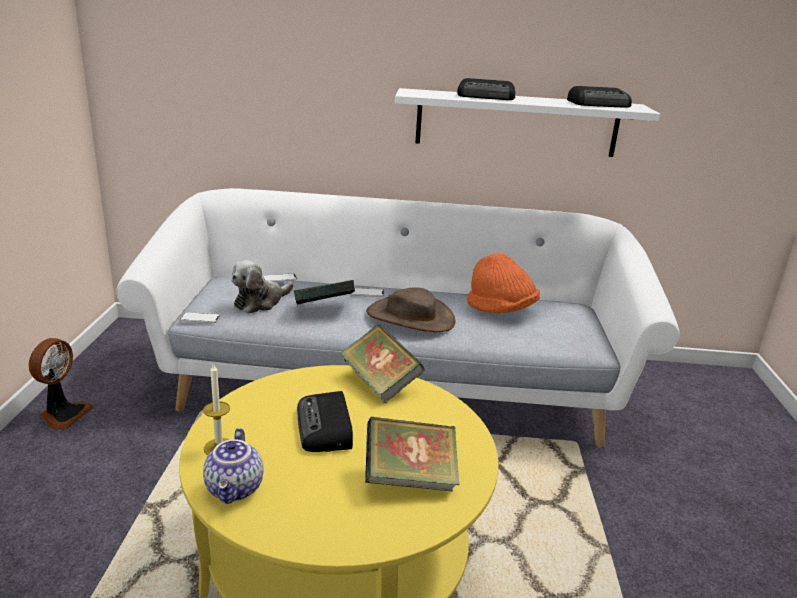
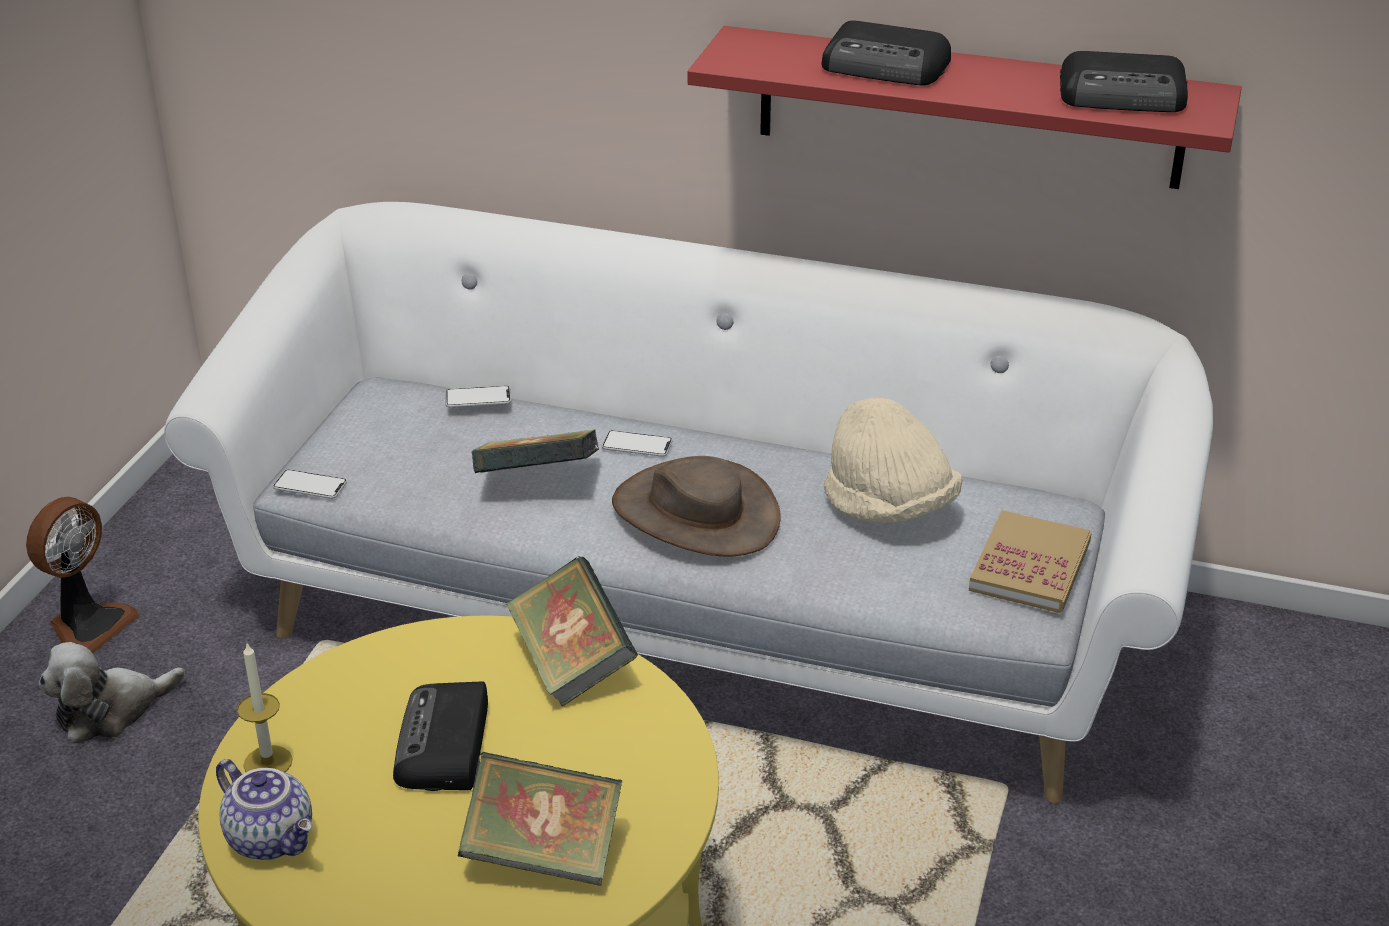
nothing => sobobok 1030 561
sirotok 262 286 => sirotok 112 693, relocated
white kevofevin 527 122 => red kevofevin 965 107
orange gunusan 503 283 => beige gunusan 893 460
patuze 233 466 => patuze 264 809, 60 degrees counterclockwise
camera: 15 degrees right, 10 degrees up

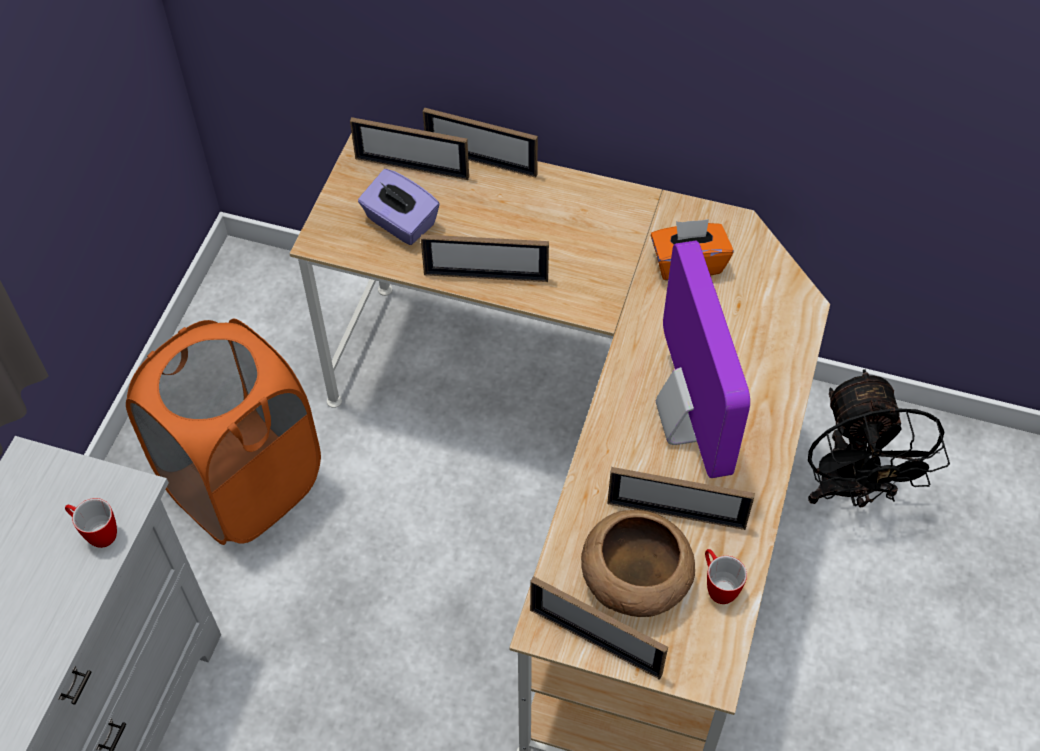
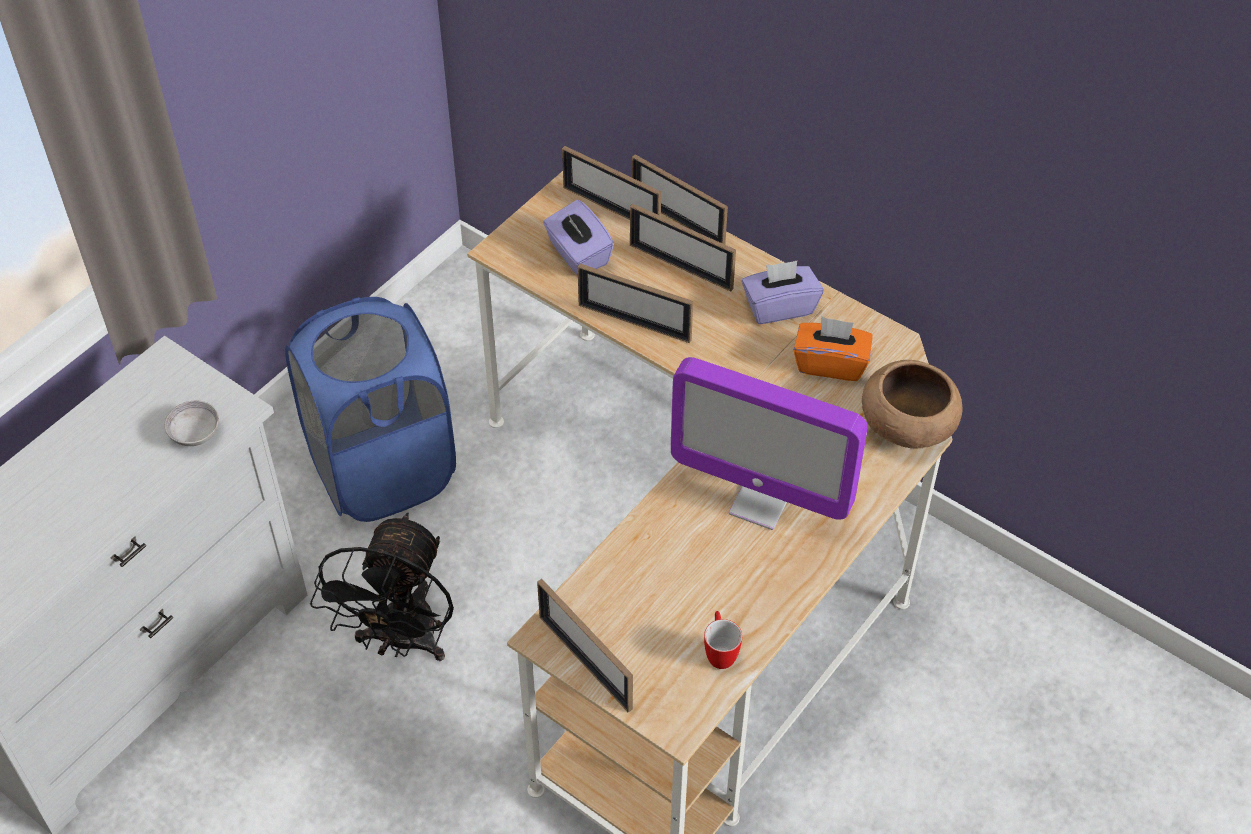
nothing => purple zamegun 782 292
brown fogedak 638 563 => brown fogedak 912 404, relocated
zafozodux 681 498 => zafozodux 683 247, relocated
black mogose 879 438 => black mogose 382 587, relocated
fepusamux 91 523 => grey fogedak 191 423
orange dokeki 223 432 => blue dokeki 370 409
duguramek 703 359 => duguramek 769 443, 105 degrees clockwise
camera: 20 degrees right, 5 degrees down

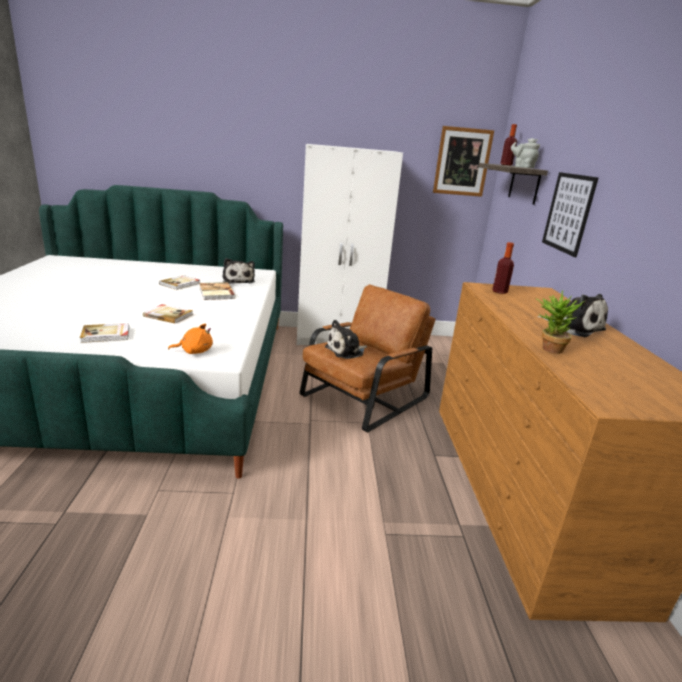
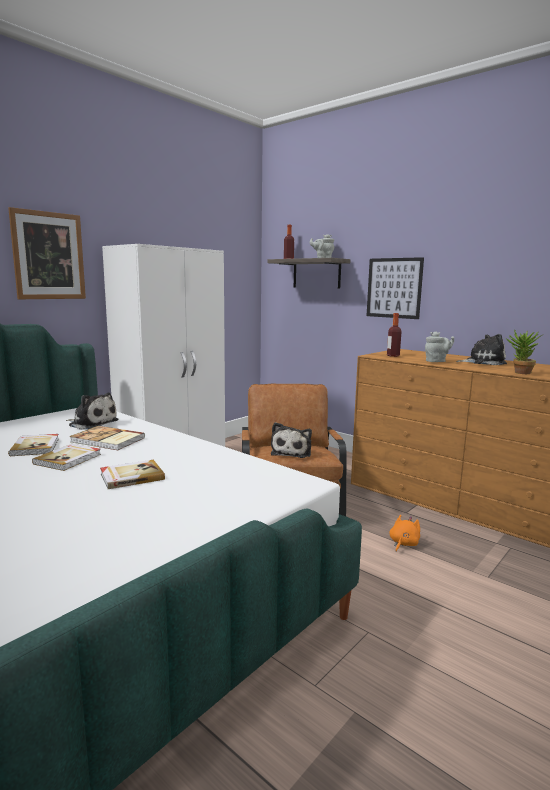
nothing => grey patuze 439 347
sobobok 104 333 => sobobok 66 457, relocated
orange sirotok 190 338 => orange sirotok 404 533, relocated
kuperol 463 161 => kuperol 47 253, relocated
camera: 45 degrees left, 10 degrees down

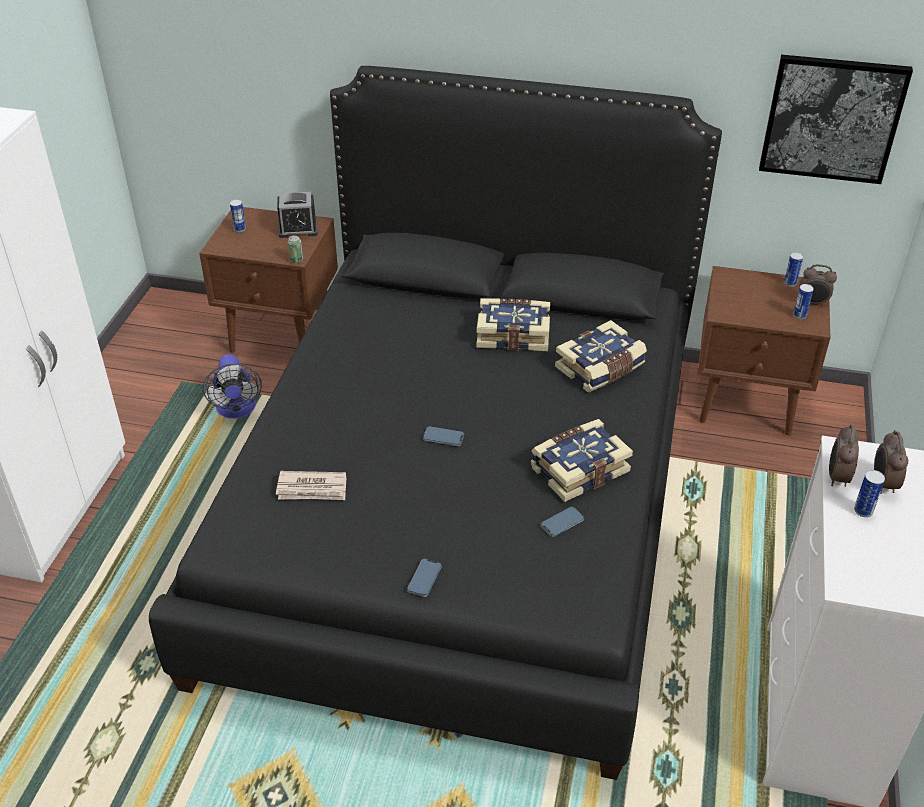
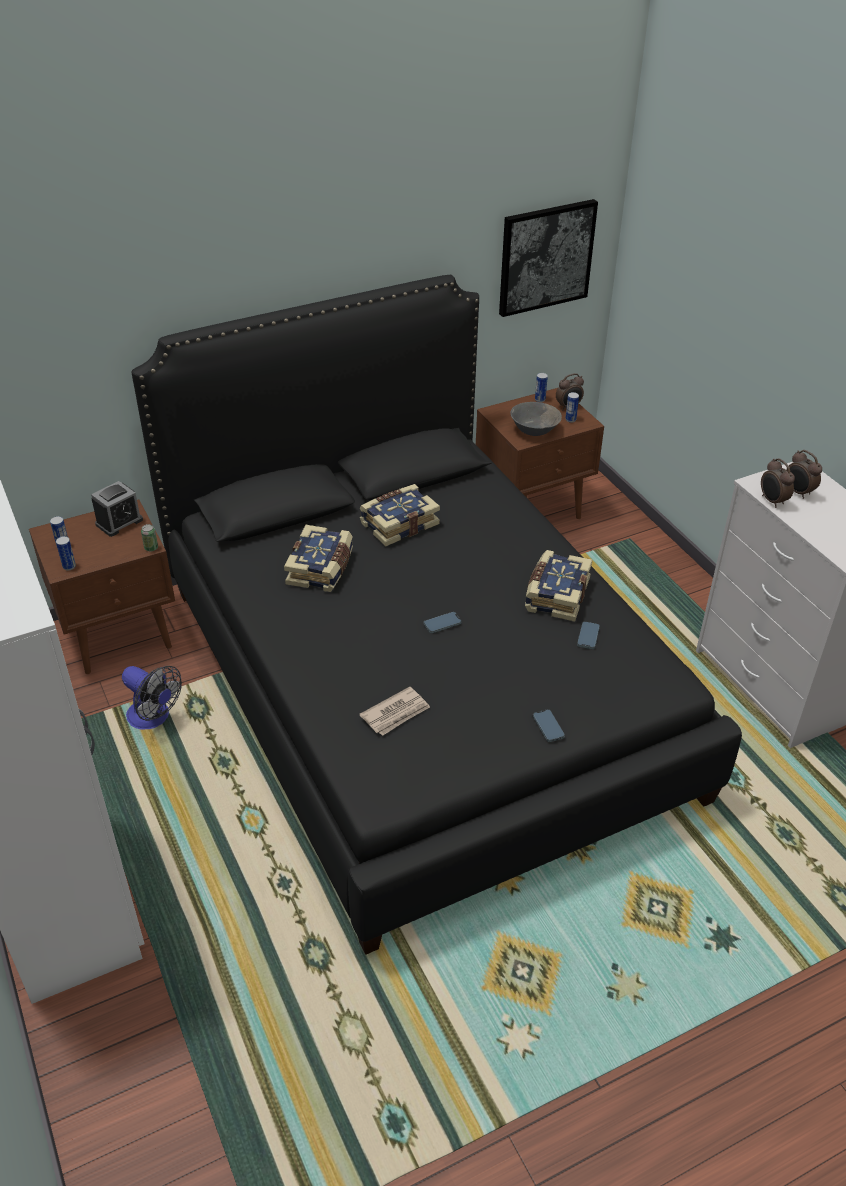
nothing => grey fogedak 536 419
sobobok 601 356 => sobobok 318 558, relocated
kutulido 869 493 => kutulido 66 553, relocated
camera: 40 degrees left, 0 degrees up

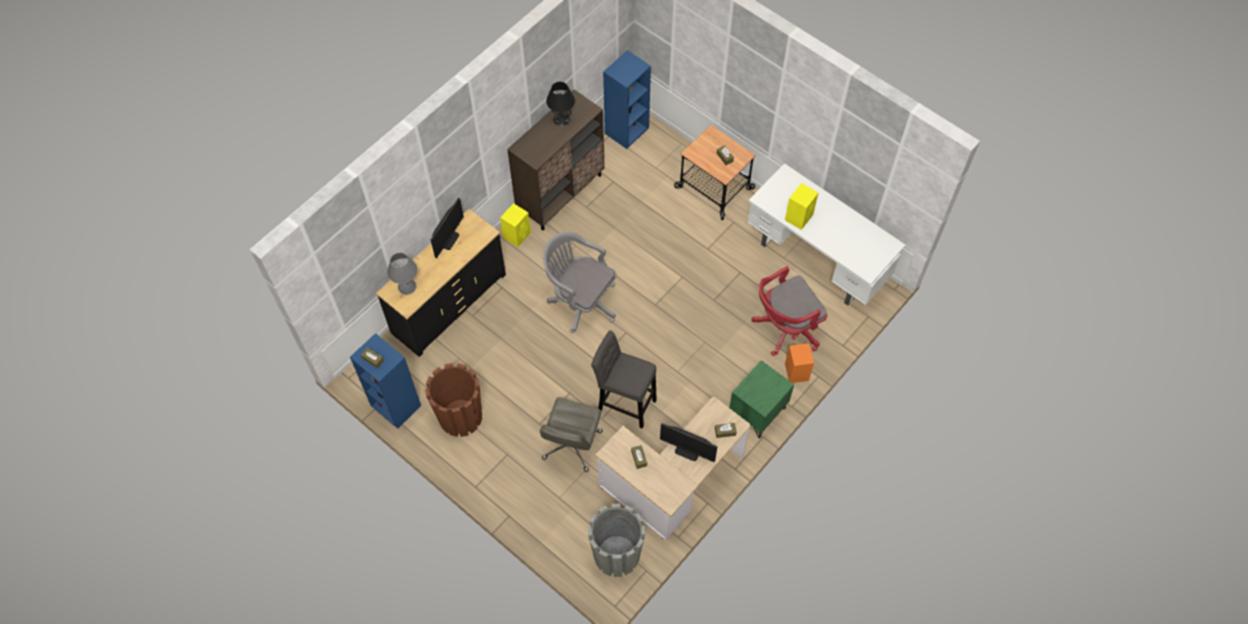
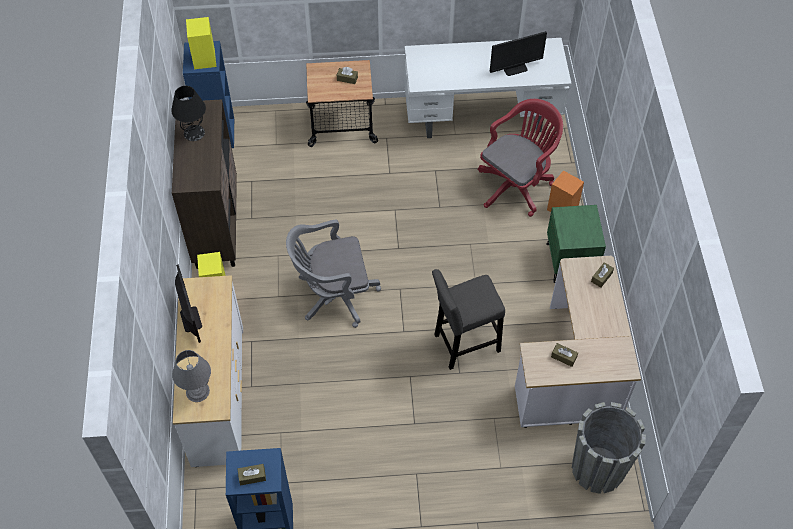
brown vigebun 453 400 => nothing
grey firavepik 571 434 => nothing
duguramek 688 442 => duguramek 518 53, relocated
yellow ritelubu 802 206 => yellow ritelubu 201 43, relocated
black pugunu 441 283 => white pugunu 208 371
red firavepik 789 311 => red firavepik 520 158, 150 degrees counterclockwise
camera: 45 degrees left, 5 degrees down

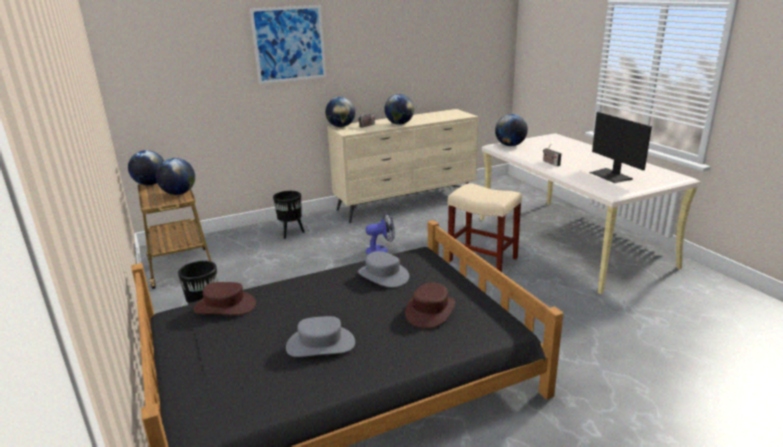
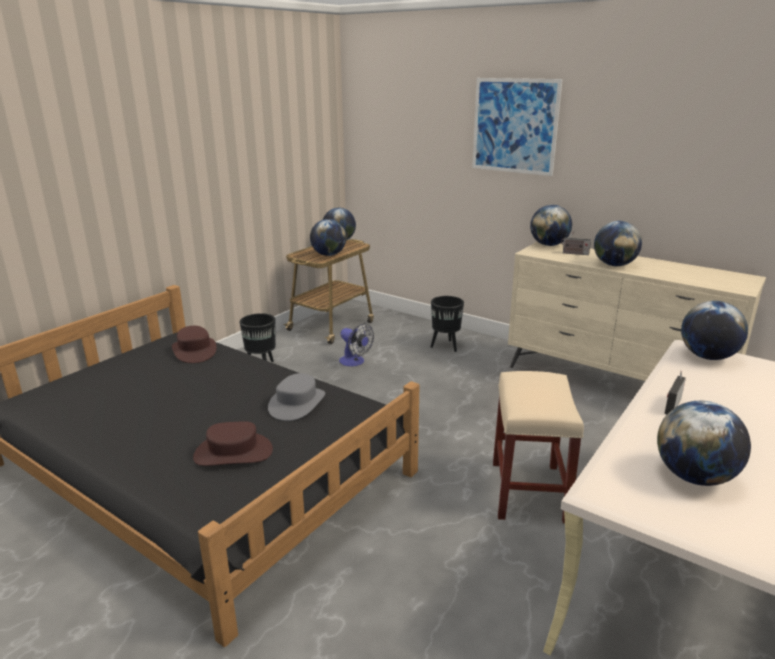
grey gunusan 320 336 => nothing
mogose 380 233 => mogose 356 344, relocated
duguramek 620 147 => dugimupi 704 443
camera: 60 degrees right, 0 degrees up

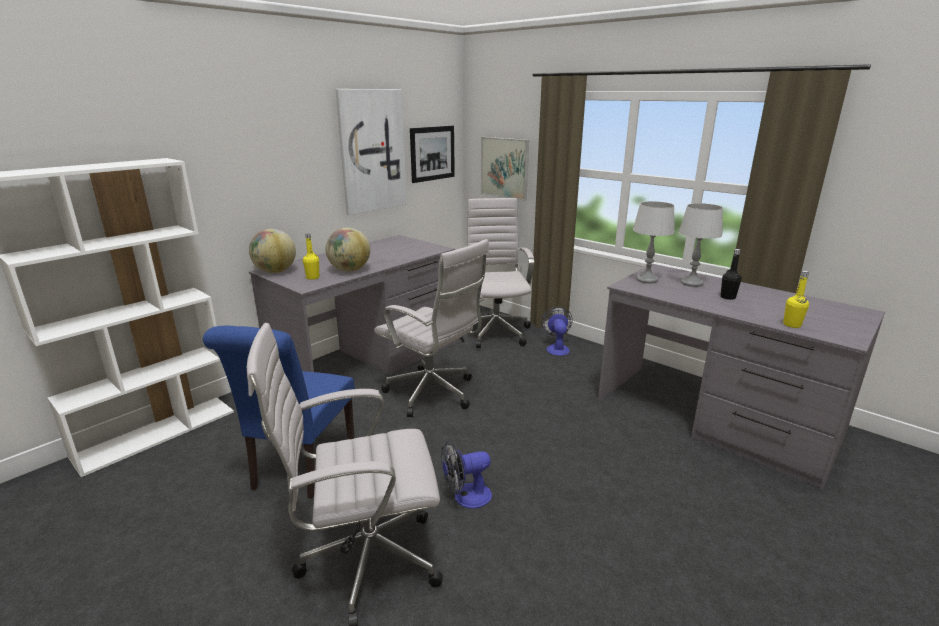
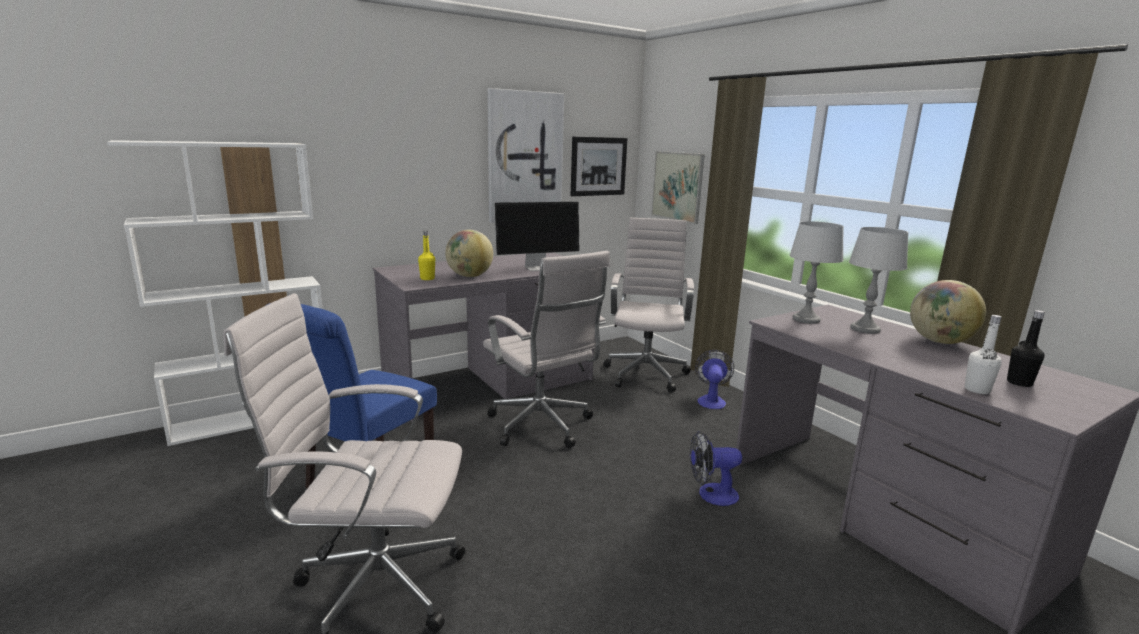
nothing => duguramek 536 236
dugimupi 272 251 => dugimupi 948 312, relocated
mogose 466 475 => mogose 716 468, relocated
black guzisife 731 274 => black guzisife 1026 348, relocated
yellow guzisife 796 299 => white guzisife 983 354
camera: 15 degrees right, 5 degrees down

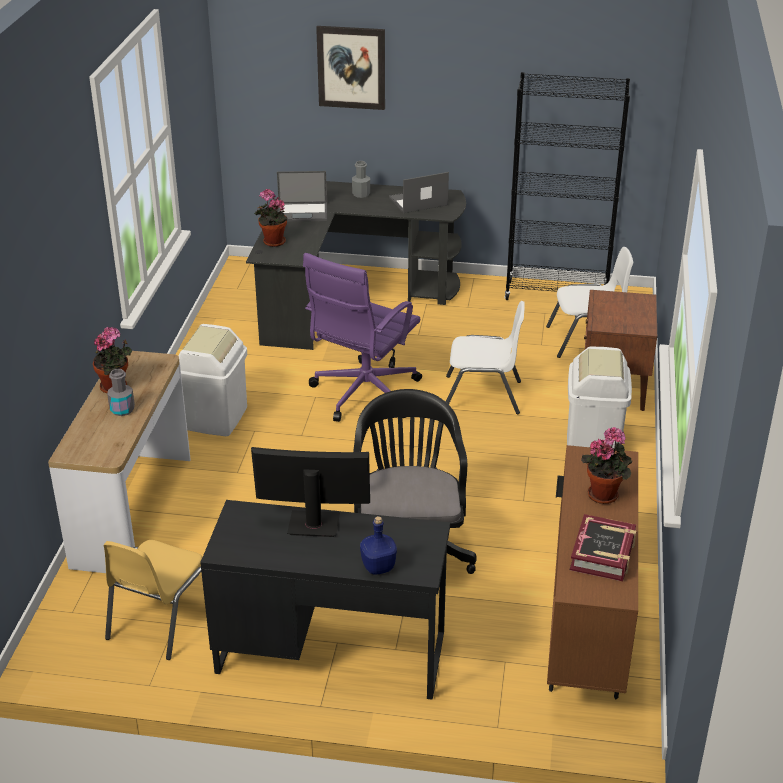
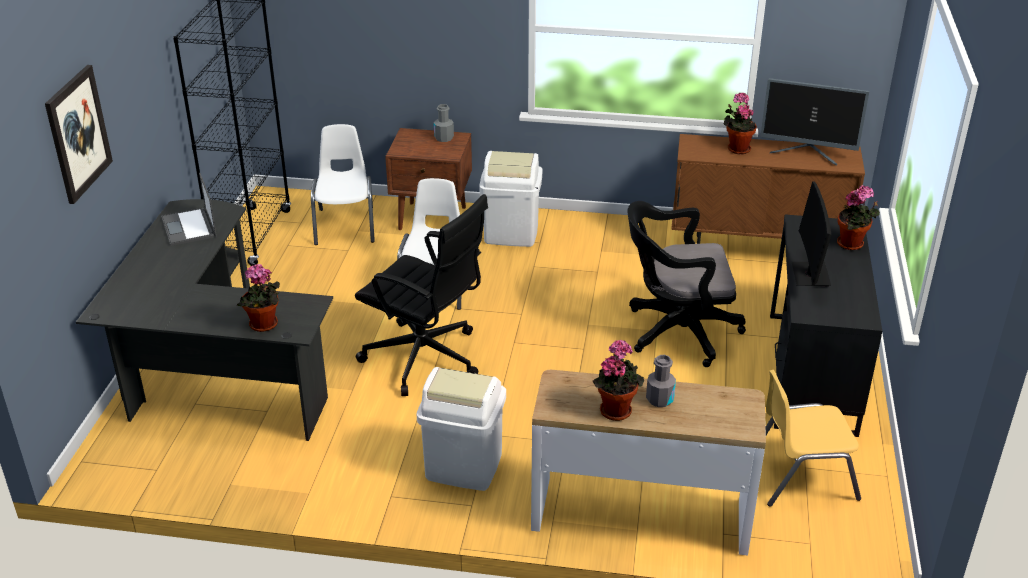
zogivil 302 196 => nothing
grey guzisife 361 179 => grey guzisife 444 123, relocated
blue guzisife 378 545 => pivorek 858 217
sobobok 603 547 => duguramek 814 121
purple firavepik 362 337 => black firavepik 421 295
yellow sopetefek 153 600 => yellow sopetefek 813 438, 150 degrees clockwise
camera: 90 degrees left, 0 degrees up

